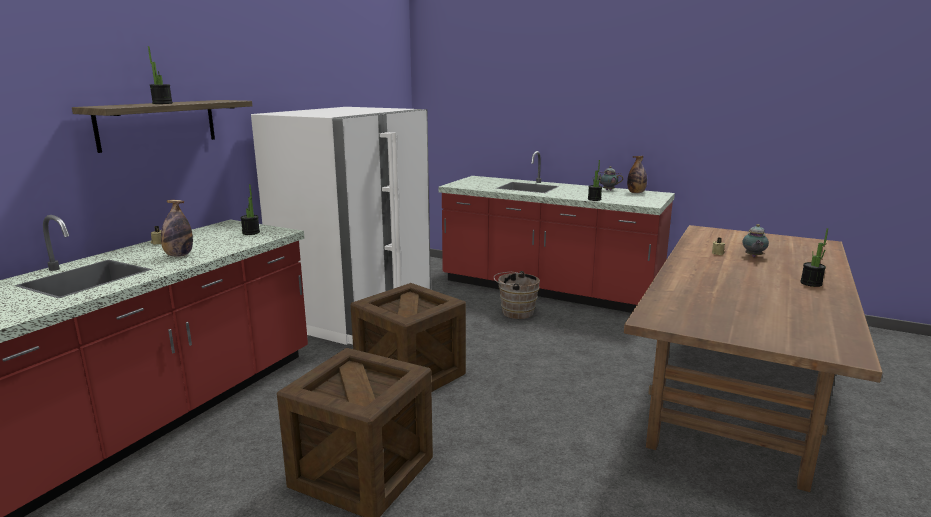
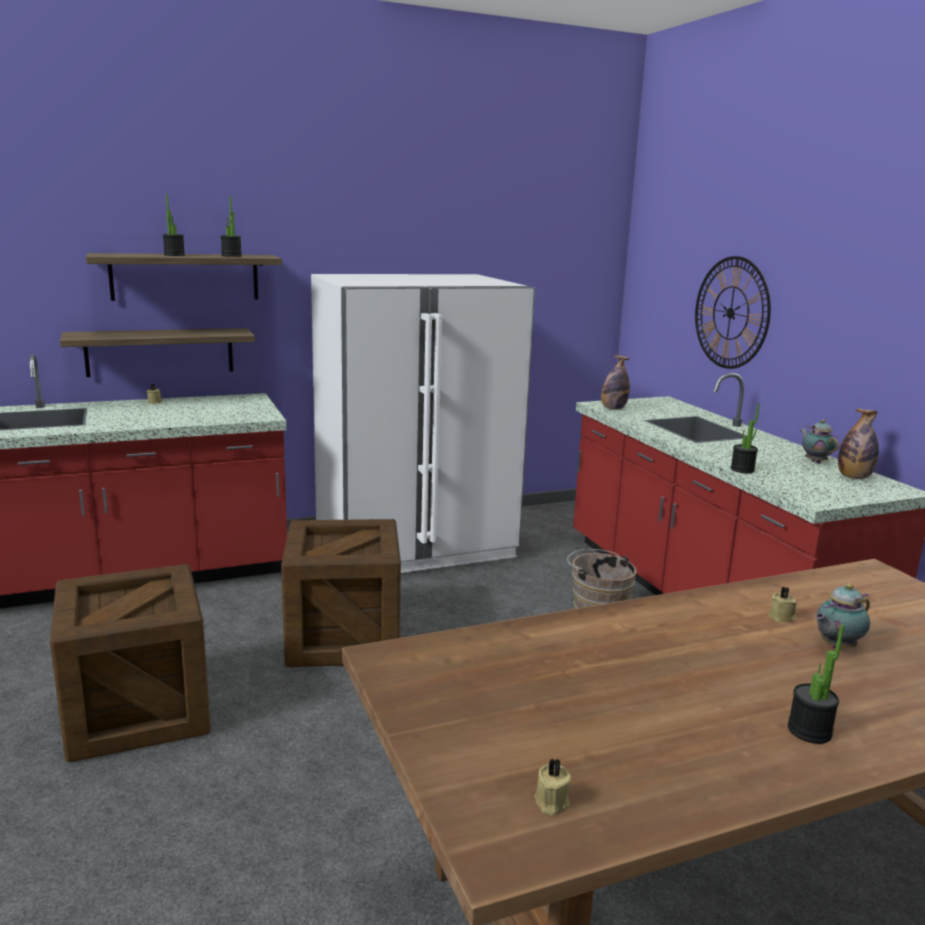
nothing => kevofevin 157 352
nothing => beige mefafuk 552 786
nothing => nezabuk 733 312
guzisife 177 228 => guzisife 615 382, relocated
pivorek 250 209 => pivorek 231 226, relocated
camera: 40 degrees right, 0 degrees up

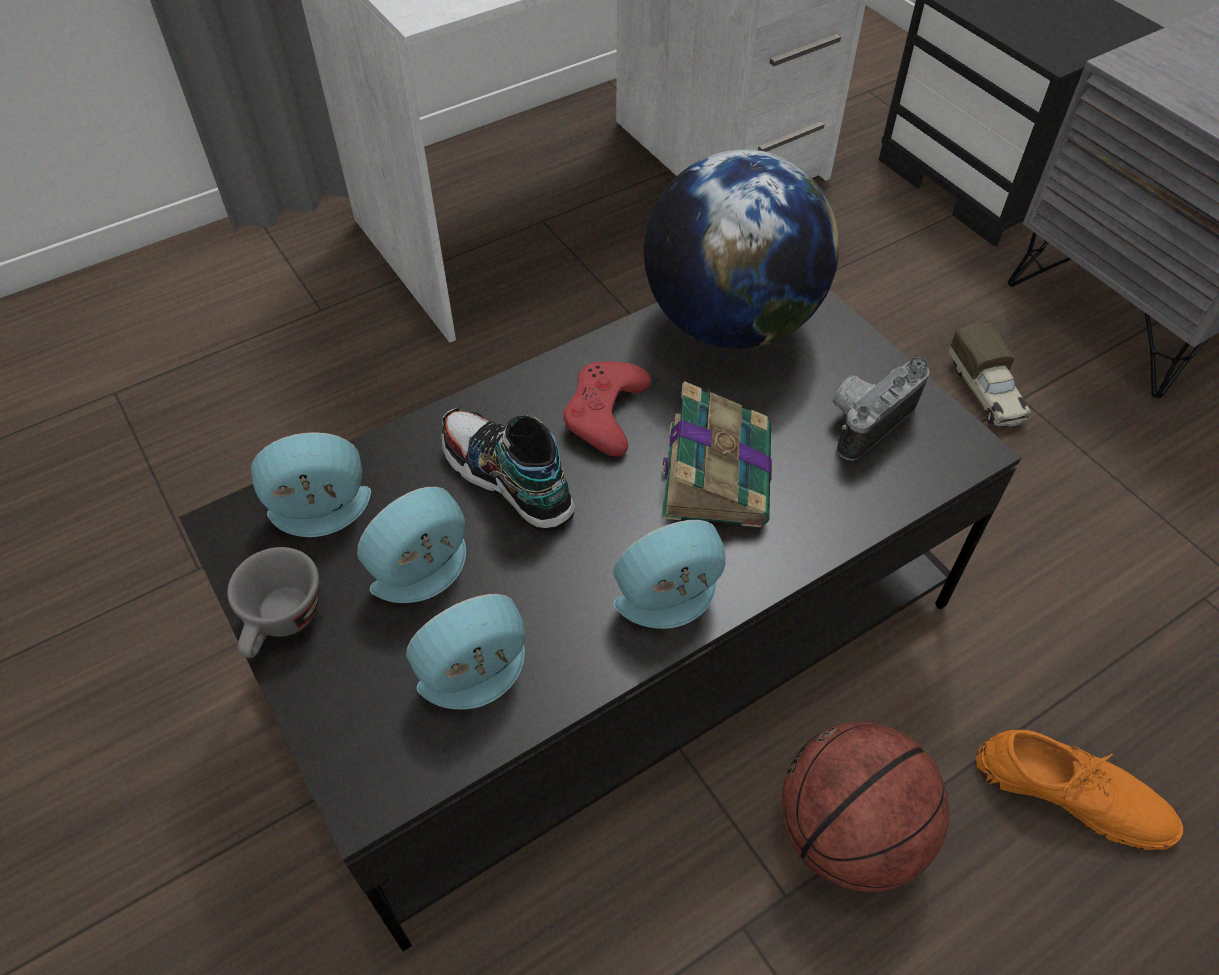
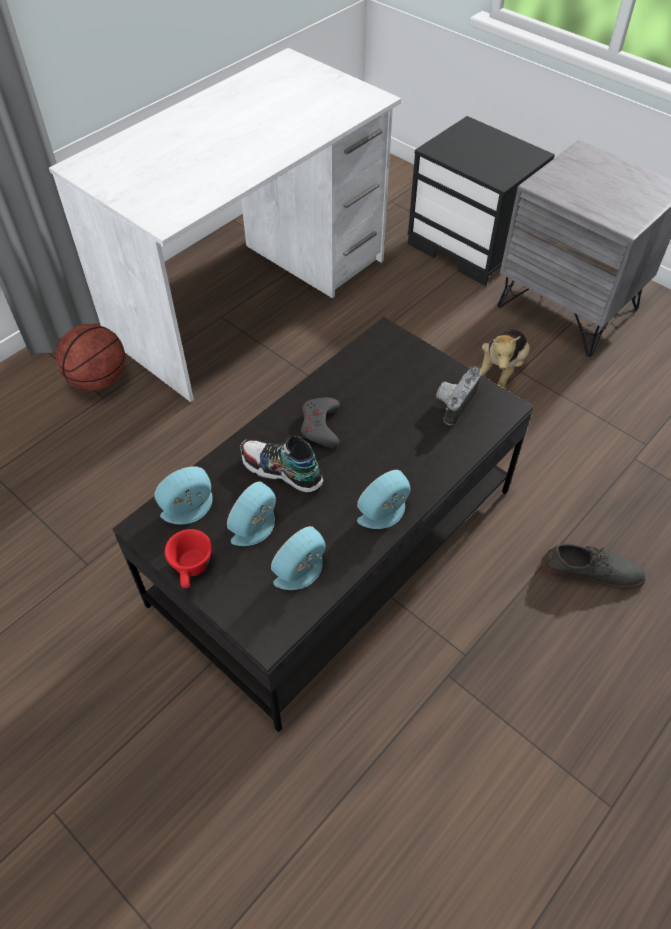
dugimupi 741 249 => nothing
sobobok 716 454 => nothing
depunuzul 865 807 => depunuzul 91 357, relocated
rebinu 990 375 => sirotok 505 358
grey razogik 273 602 => red razogik 188 558
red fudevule 607 409 => grey fudevule 320 422
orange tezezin 1079 790 => grey tezezin 594 567
camera: 15 degrees left, 0 degrees up

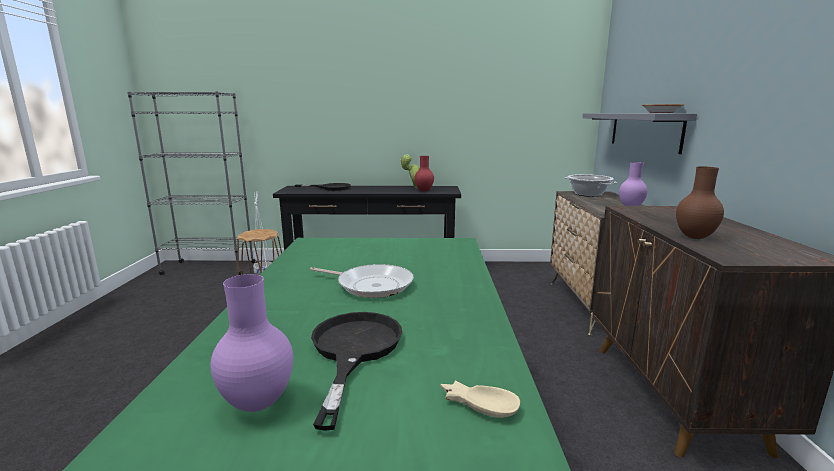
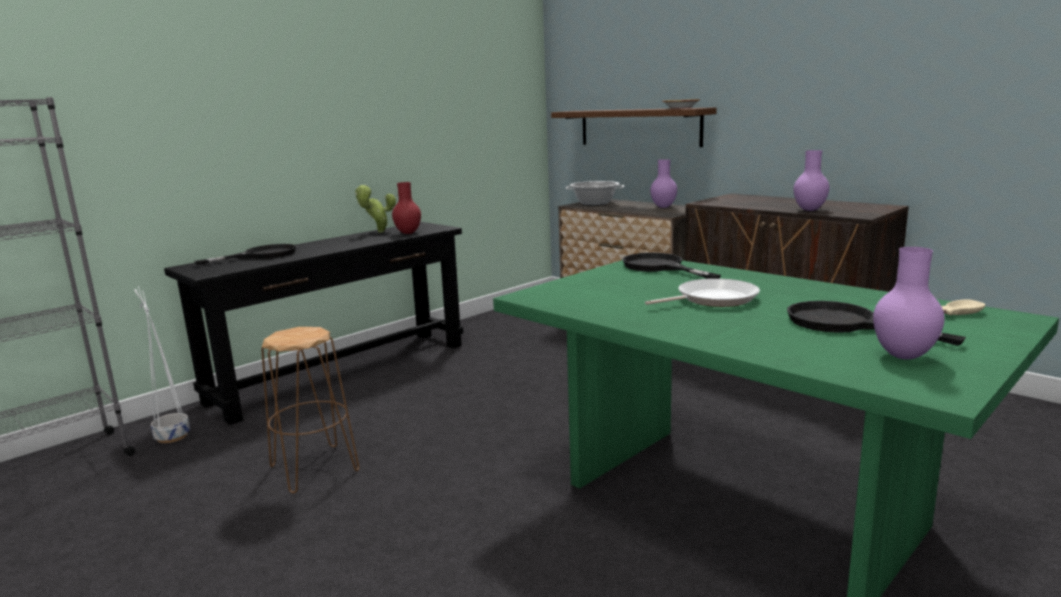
nothing => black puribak 671 266
grey kevofevin 639 133 => brown kevofevin 634 127
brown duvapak 700 202 => purple duvapak 811 180
camera: 45 degrees left, 0 degrees up

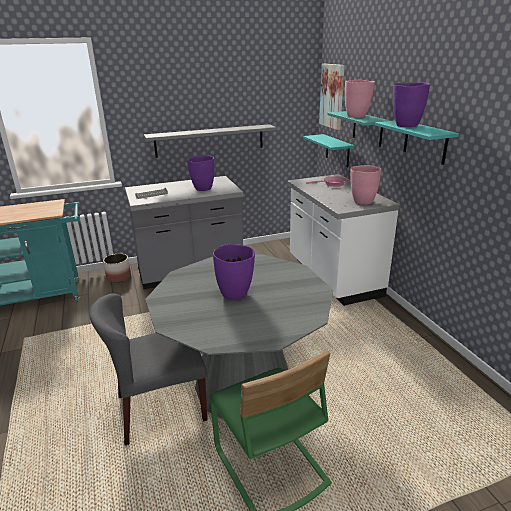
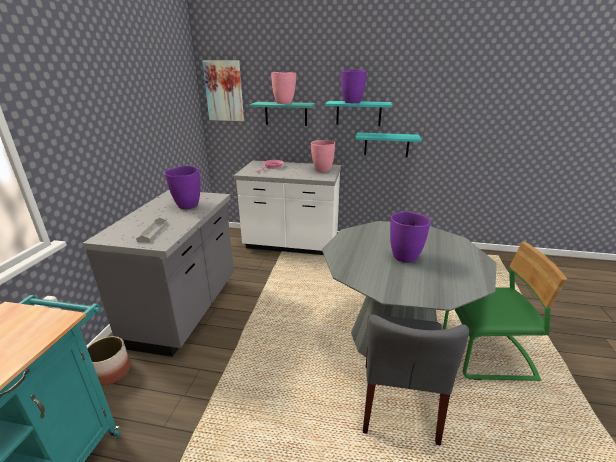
grey kevofevin 210 141 => nothing
turquoise kevofevin 329 151 => turquoise kevofevin 388 144, relocated
camera: 60 degrees left, 0 degrees up

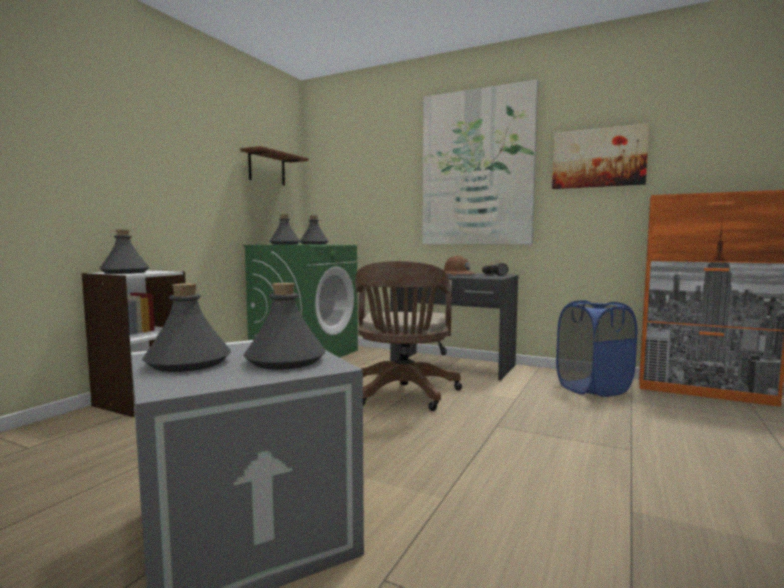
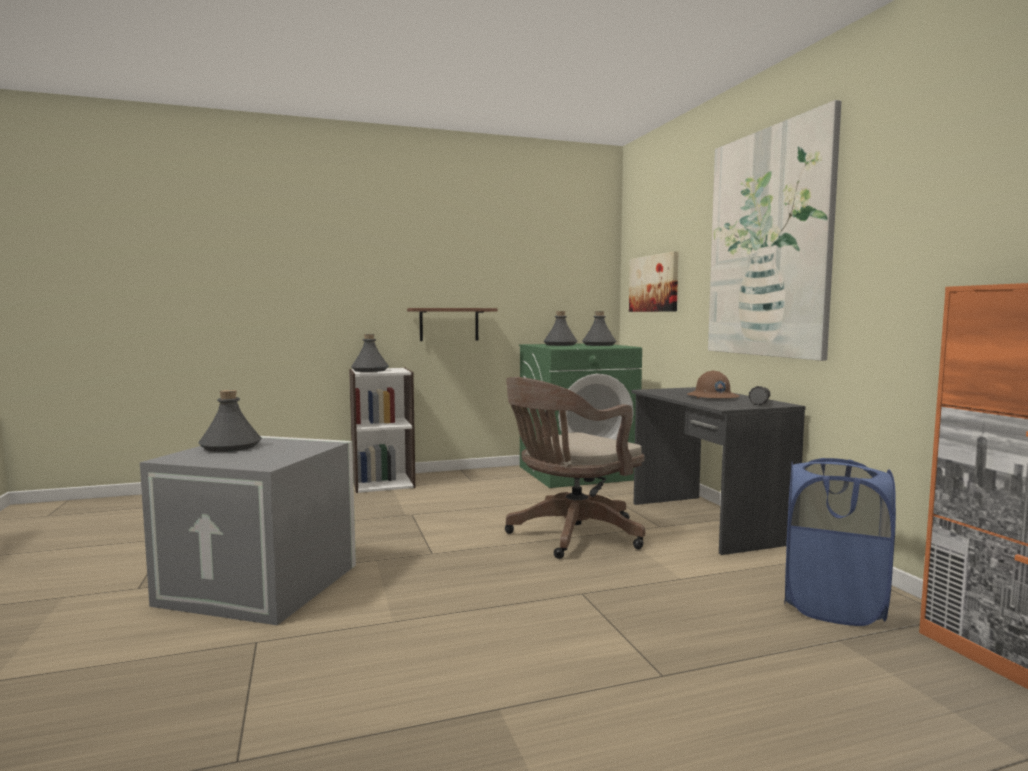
grey guzisife 284 326 => nothing
kevofevin 274 166 => kevofevin 452 324, relocated
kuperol 600 156 => kuperol 654 281, relocated
camera: 45 degrees right, 0 degrees up

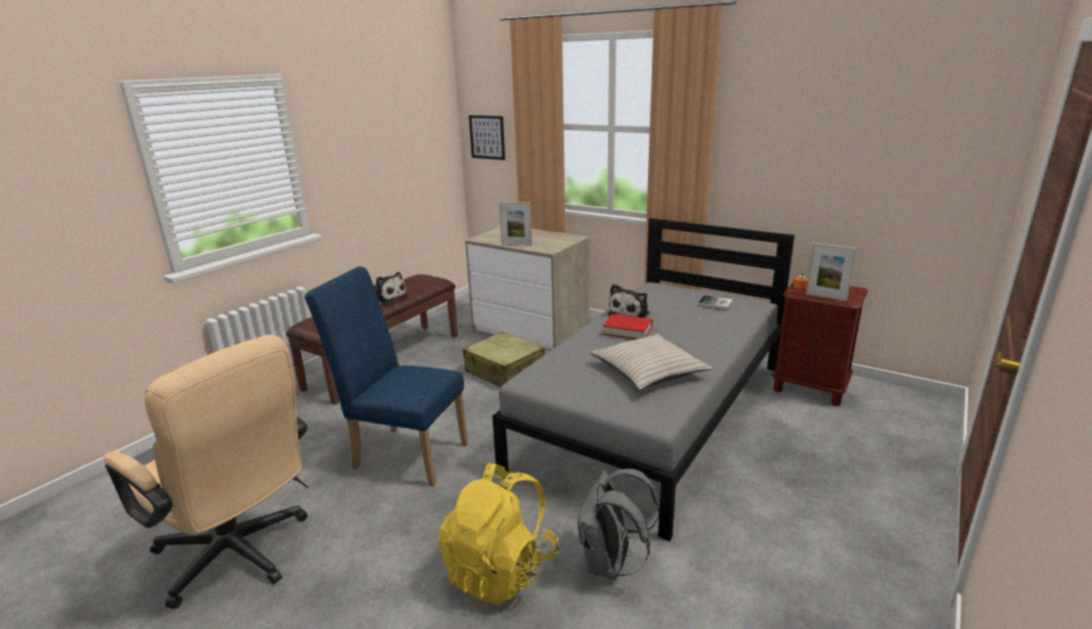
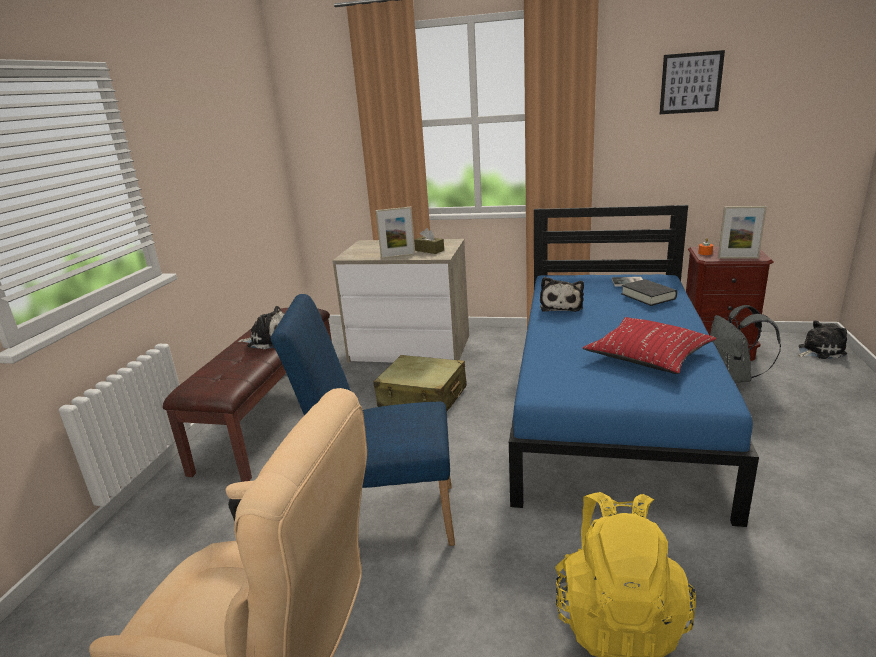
red sobobok 628 326 => nothing
nothing => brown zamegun 429 241
nothing => black sobobok 649 292
nothing => sirotok 822 339
kuperol 487 137 => kuperol 692 82, relocated
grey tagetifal 618 524 => grey tagetifal 745 344, relocated
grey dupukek 643 379 => blue dupukek 634 366
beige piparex 651 362 => red piparex 649 345
camera: 20 degrees left, 0 degrees up

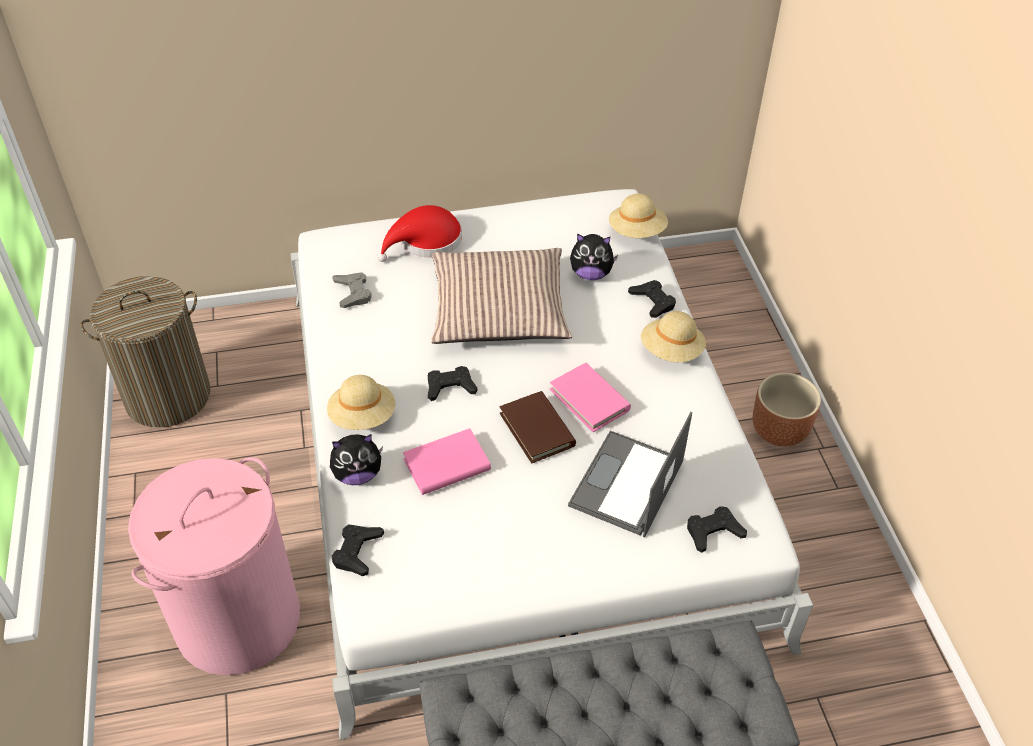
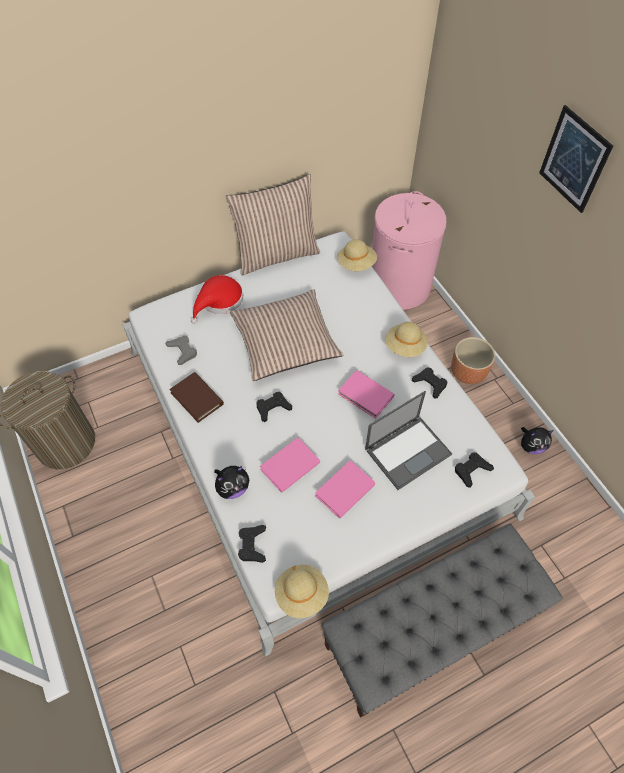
nothing => piparex 272 224
nothing => pink sobobok 345 489
nothing => kuperol 576 159
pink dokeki 214 566 => pink dokeki 409 250, relocated
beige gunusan 361 402 => beige gunusan 302 591, relocated
brown sobobok 538 427 => brown sobobok 196 397, relocated
sirotok 594 256 => sirotok 537 440, relocated
black fudevule 652 299 => black fudevule 429 383, relocated
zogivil 630 474 => zogivil 408 440, 135 degrees counterclockwise
camera: 15 degrees left, 10 degrees up

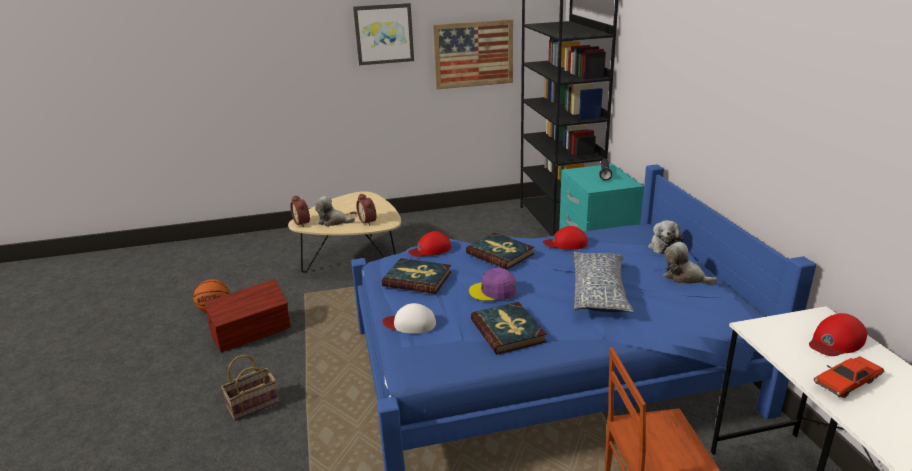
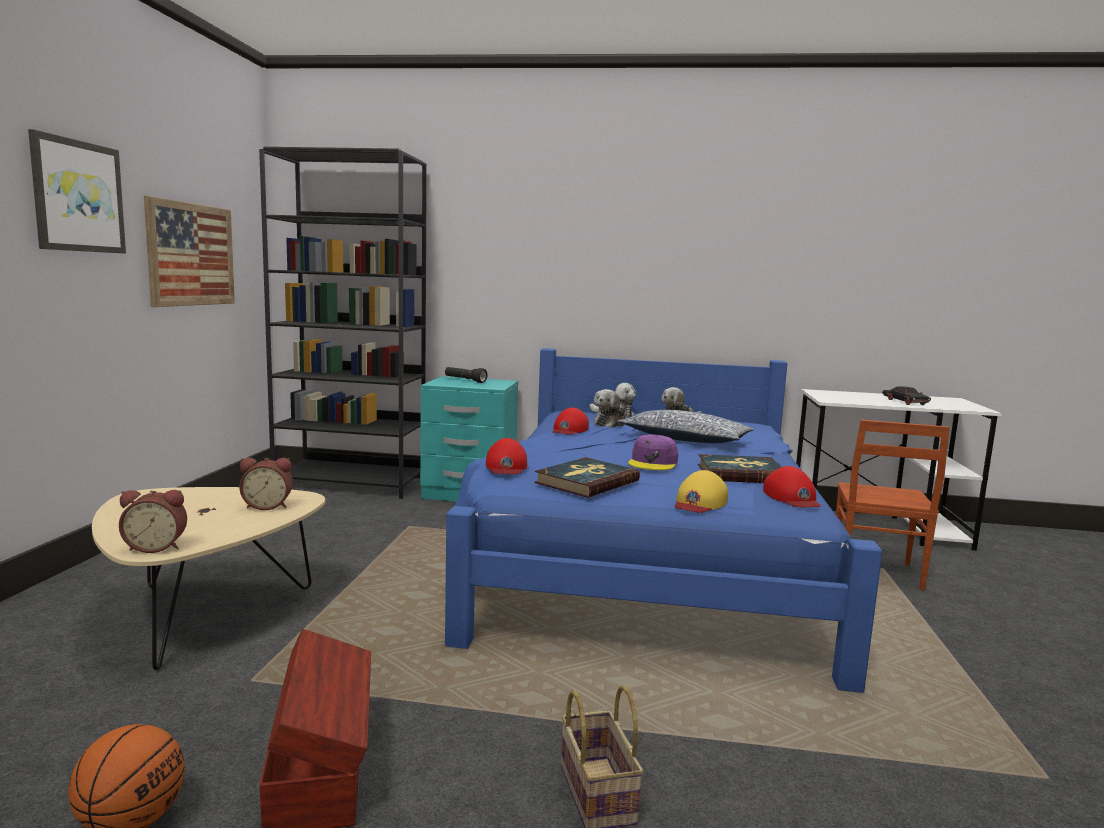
sobobok 500 251 => nothing
sirotok 335 211 => sirotok 610 408, relocated
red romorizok 838 334 => red romorizok 792 486, relocated
white romorizok 409 318 => yellow romorizok 701 491
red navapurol 849 377 => black navapurol 906 395
camera: 70 degrees left, 15 degrees down

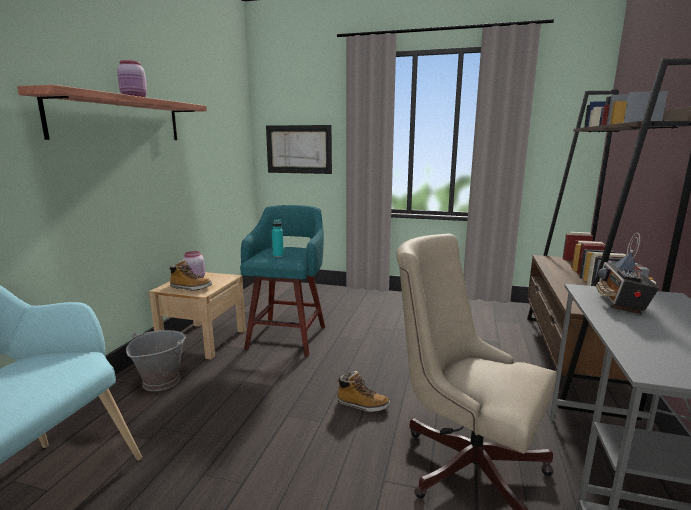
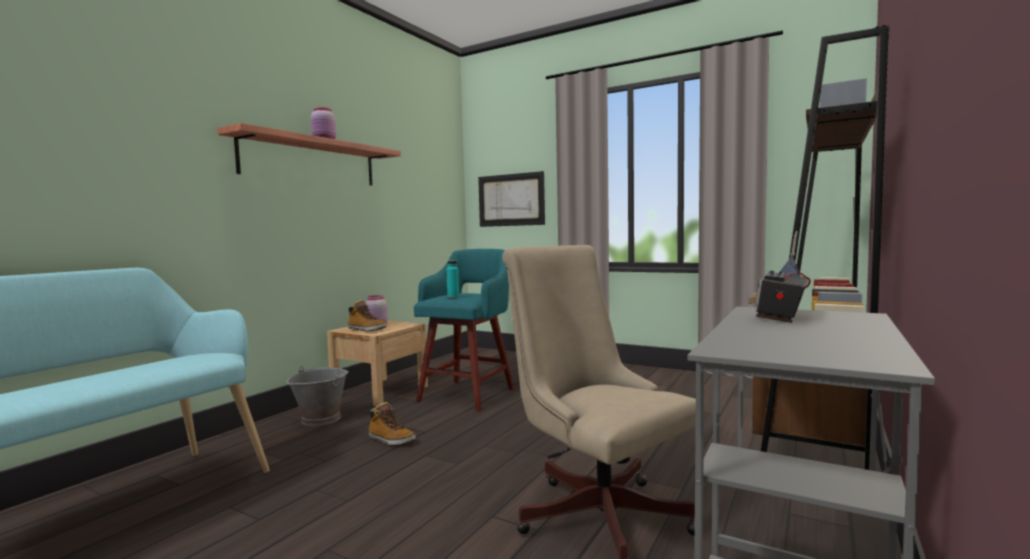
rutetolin 363 391 => rutetolin 392 424, relocated
camera: 15 degrees right, 10 degrees down

